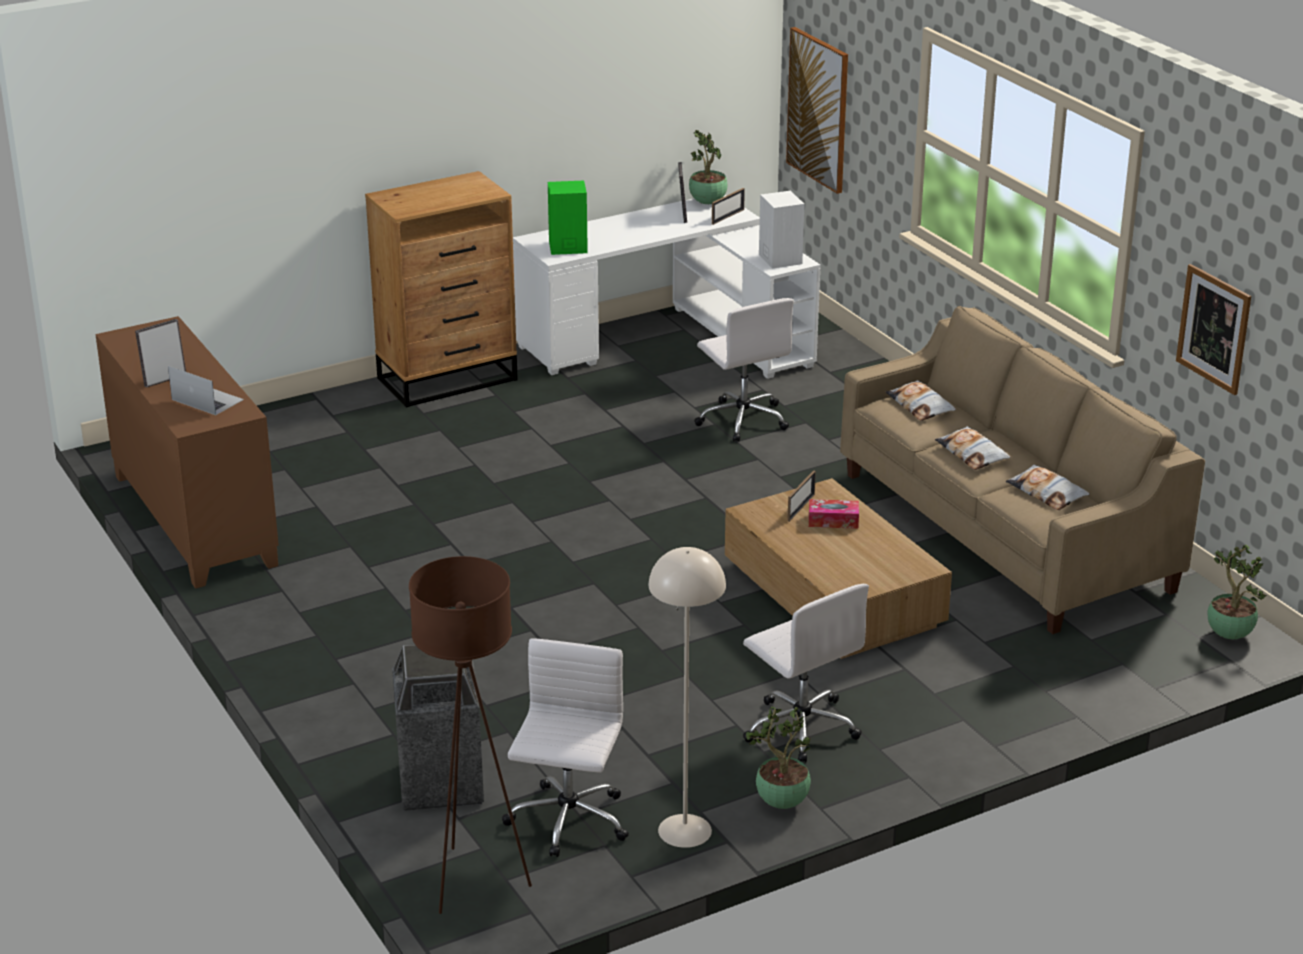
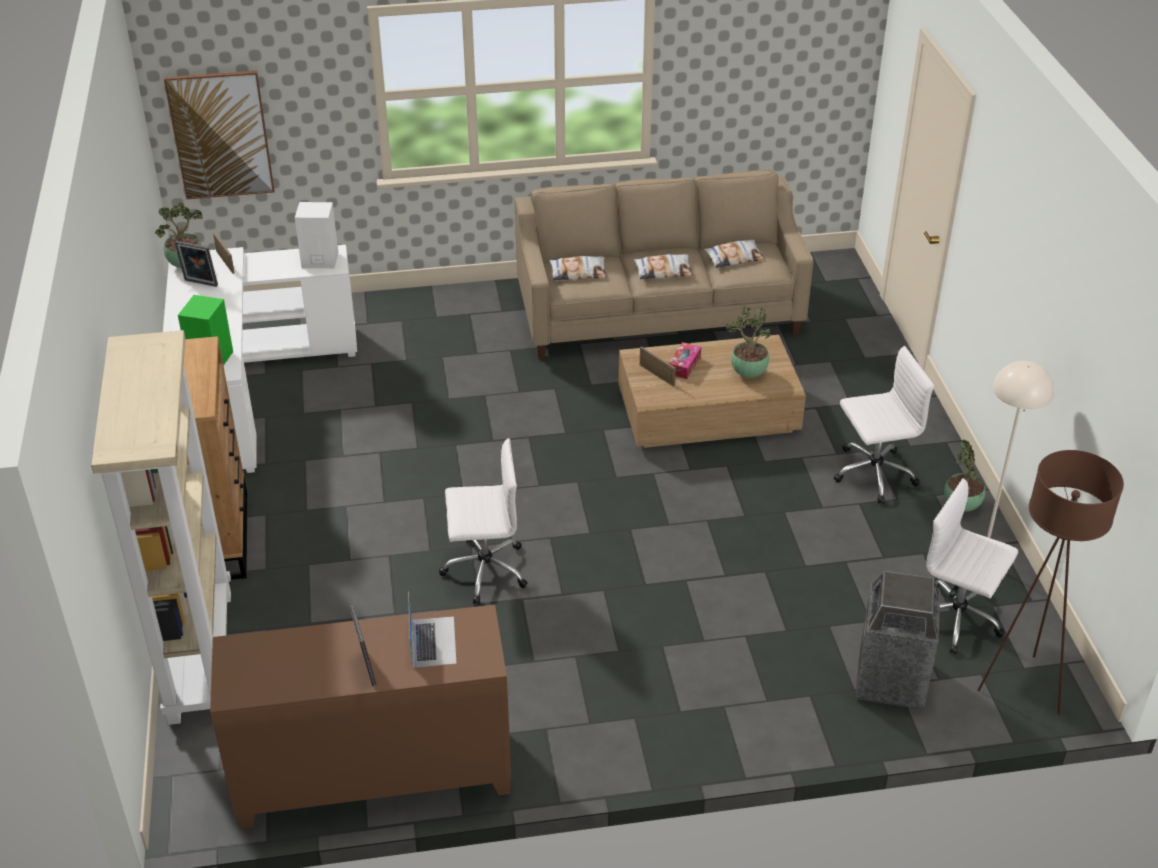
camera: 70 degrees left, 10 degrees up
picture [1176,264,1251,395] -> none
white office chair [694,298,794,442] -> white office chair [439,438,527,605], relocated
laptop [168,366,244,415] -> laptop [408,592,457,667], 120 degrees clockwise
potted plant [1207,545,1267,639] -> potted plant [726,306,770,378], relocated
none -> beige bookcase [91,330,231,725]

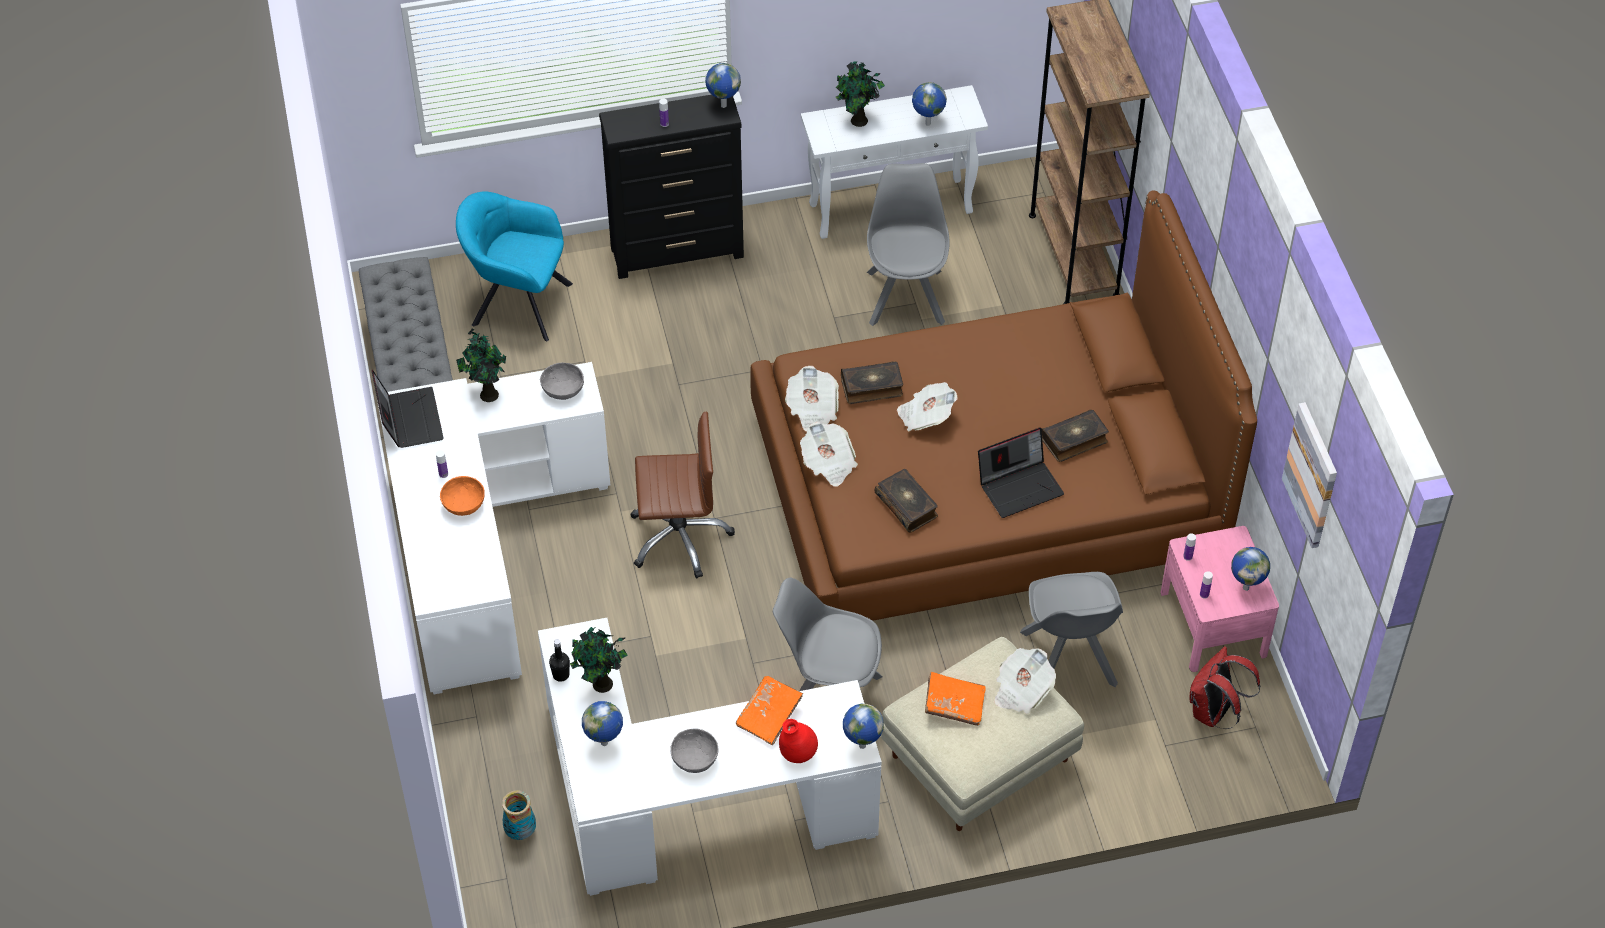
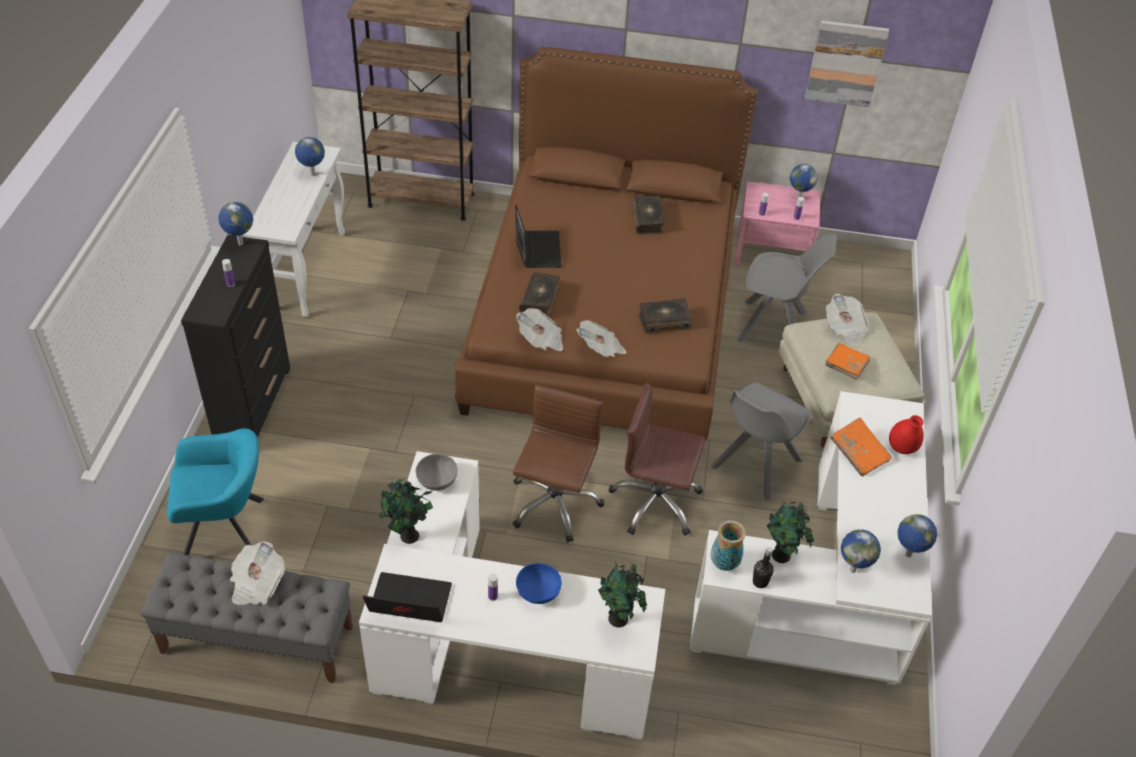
camera: 70 degrees left, 5 degrees down
potted plant [836,61,885,127] -> potted plant [598,562,647,628], relocated
grey chair [867,163,949,326] -> none
turquoise armchair [456,191,573,341] -> turquoise armchair [167,428,264,556], 135 degrees counterclockwise
newspaper [897,382,957,432] -> newspaper [230,541,285,605], relocated
laptop [978,427,1064,518] -> laptop [515,205,561,268], relocated
orange bowl [440,476,485,516] -> blue bowl [516,563,562,604]
red backpack [1190,646,1260,729] -> none
globe [843,704,884,749] -> globe [898,514,937,557], relocated
grey bowl [670,729,719,773] -> none
vase [502,790,536,840] -> vase [711,520,746,571], relocated
none -> brown office chair [609,383,705,536]

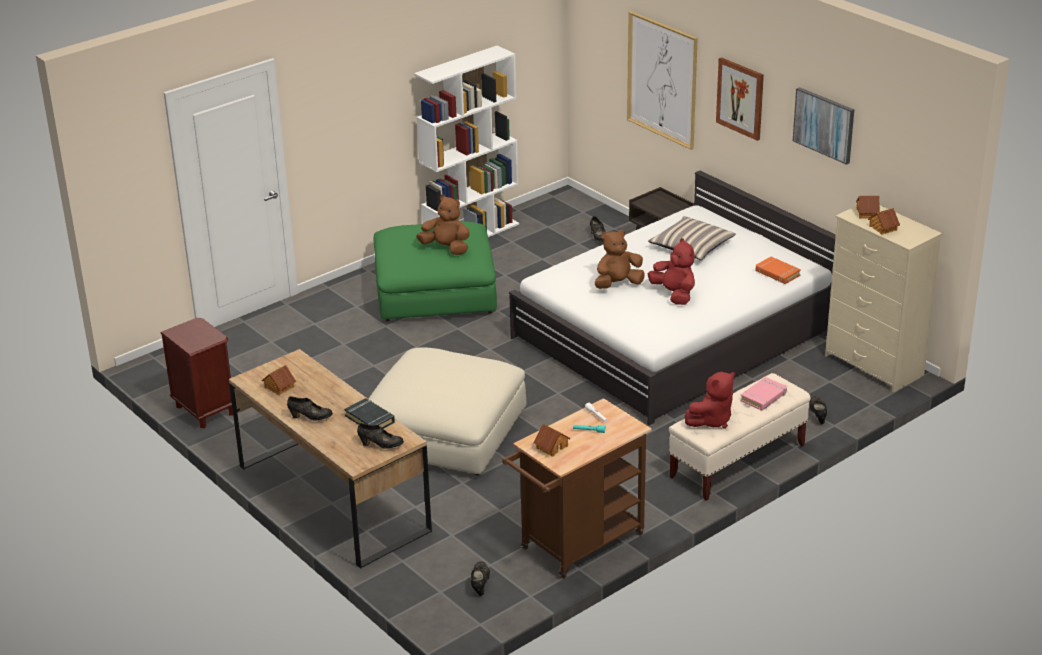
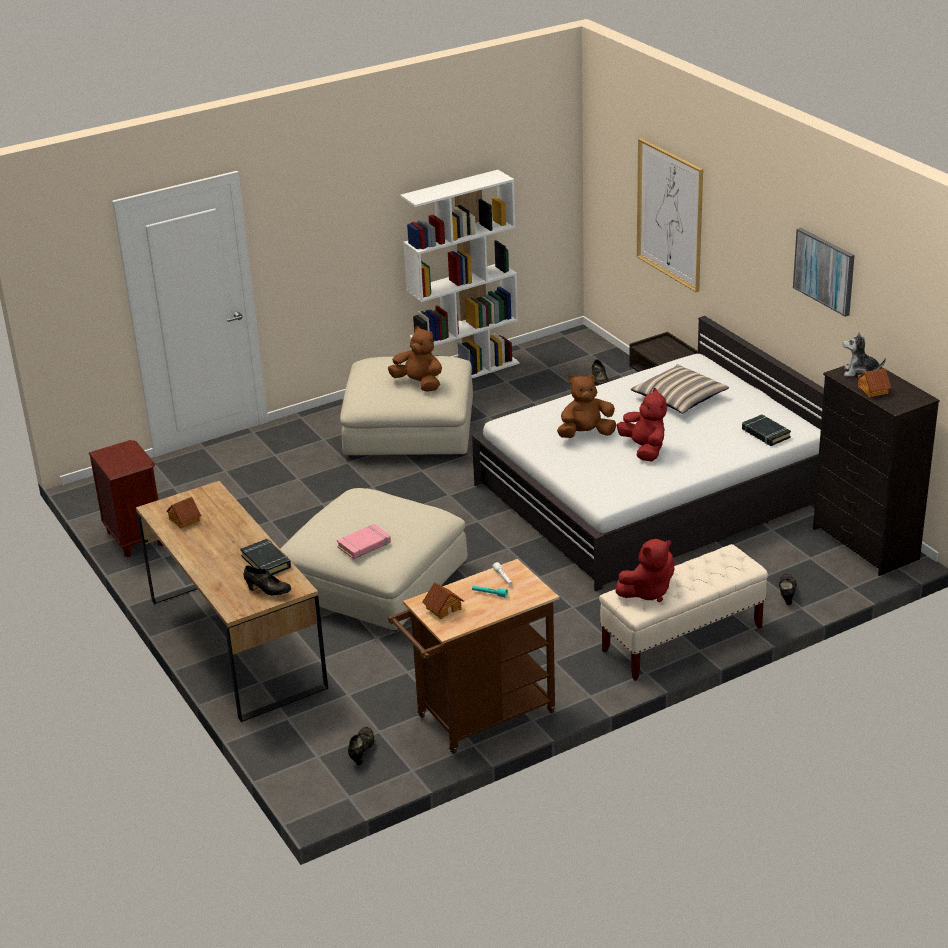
camera: 10 degrees right, 0 degrees up
picture [716,57,764,141] -> none
toy house [856,196,880,219] -> plush toy [843,332,886,377]
beige dresser [825,205,942,393] -> black dresser [813,364,940,576]
green ottoman [374,221,497,321] -> beige ottoman [340,356,473,458]
orange book [756,257,801,284] -> black book [742,414,791,446]
pink book [740,377,787,411] -> pink book [337,524,391,559], relocated
black shoe [287,396,333,420] -> none

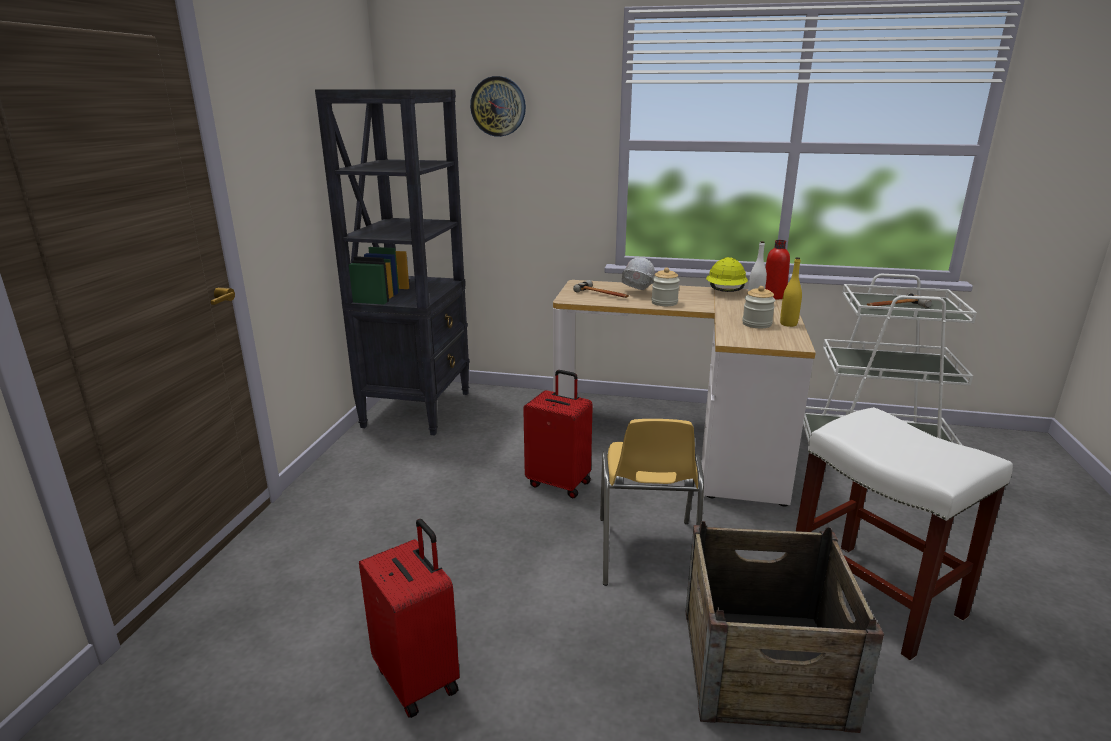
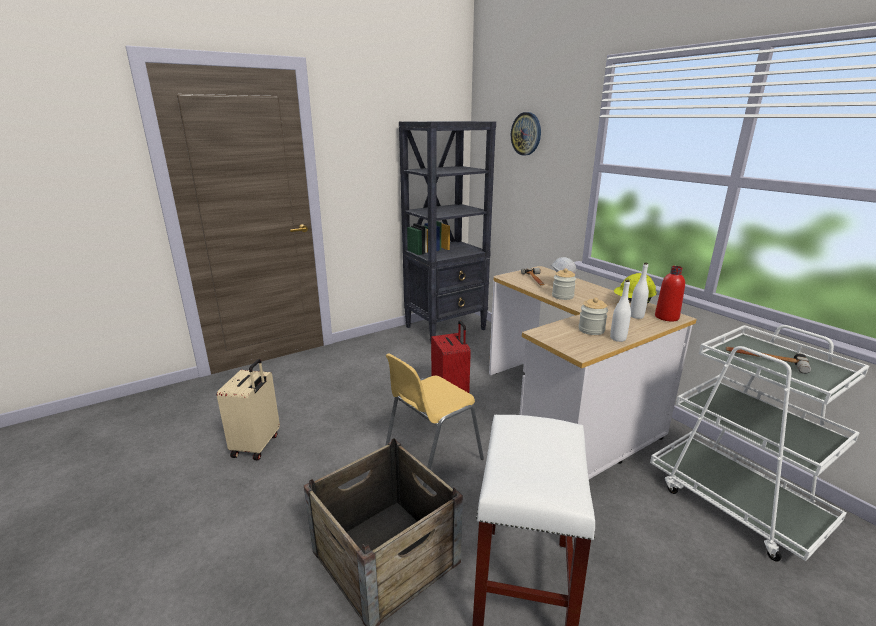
camera: 45 degrees right, 0 degrees up
yellow bottle [780,257,802,327] -> white bottle [610,280,631,342]
red suitcase [359,519,460,718] -> beige suitcase [217,359,280,460]

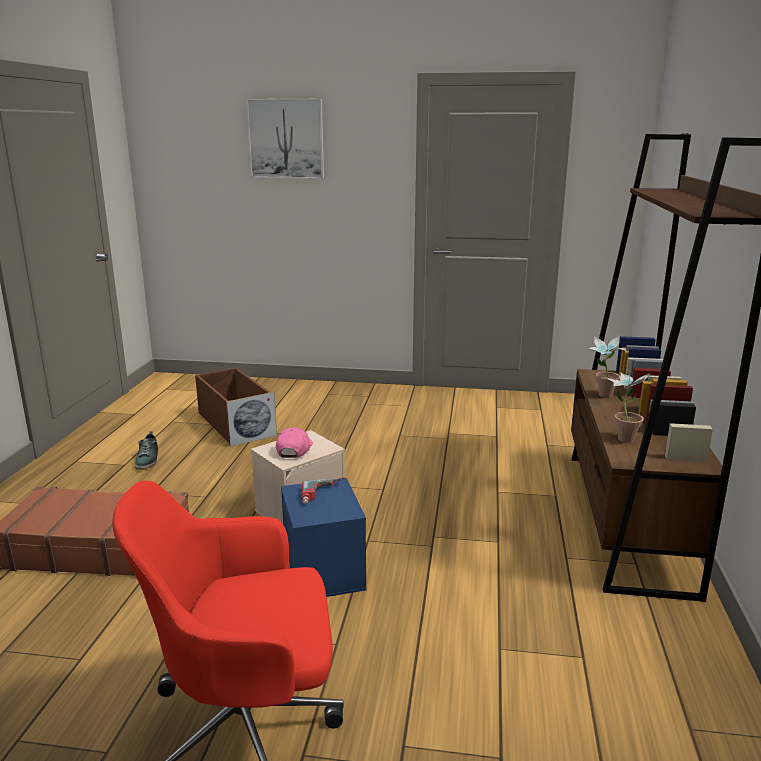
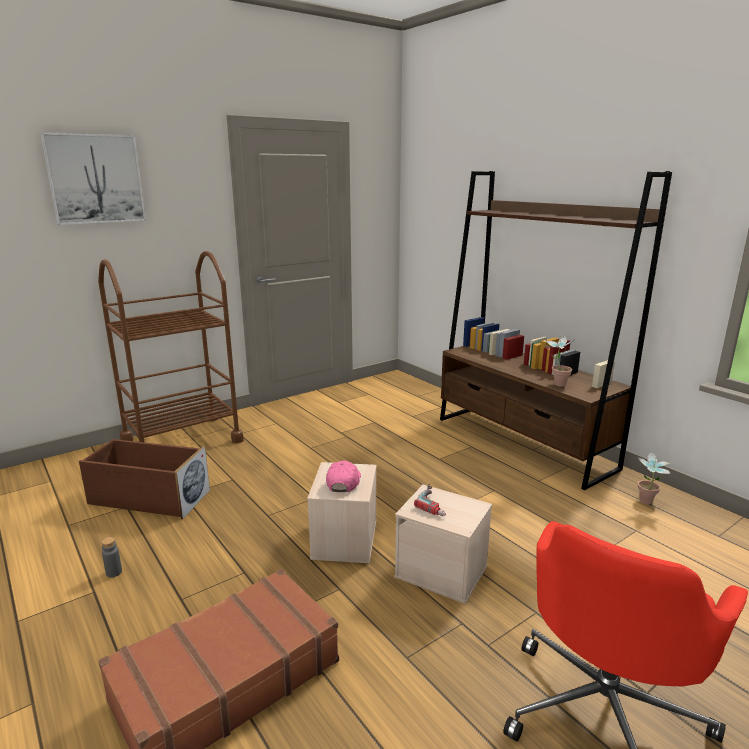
camera: 45 degrees left, 0 degrees up
potted plant [589,336,627,398] -> potted plant [638,451,670,504], relocated
pink cap [276,427,313,458] -> pink cap [326,460,361,492], 45 degrees clockwise
shoe [135,431,158,470] -> grey bottle [101,537,122,578]
blue storage box [281,478,367,597] -> beige storage box [394,485,492,604]
none -> brown cart [98,251,244,443]

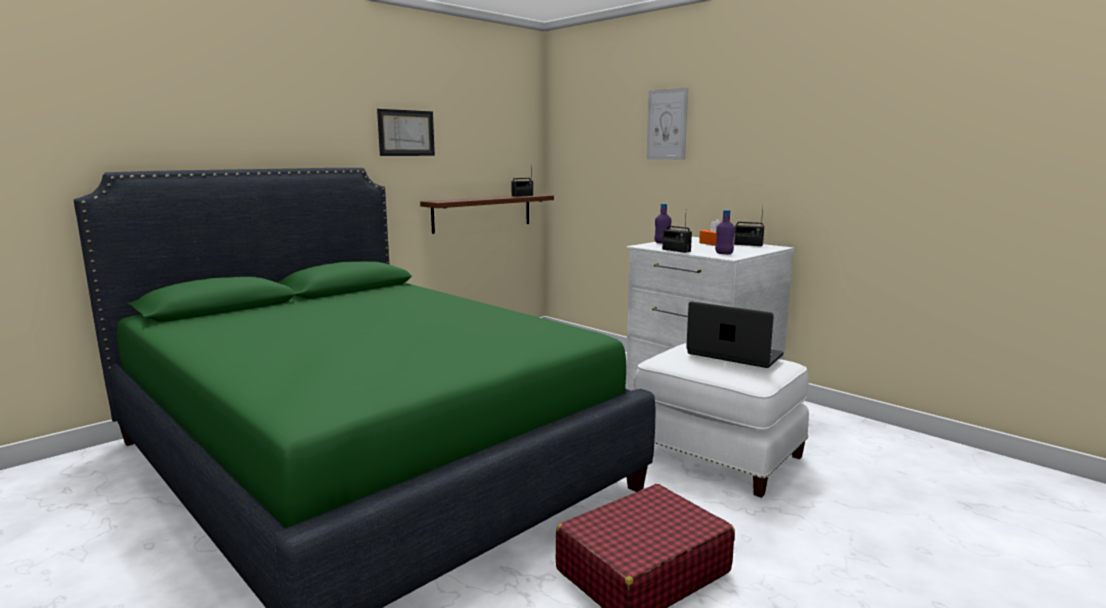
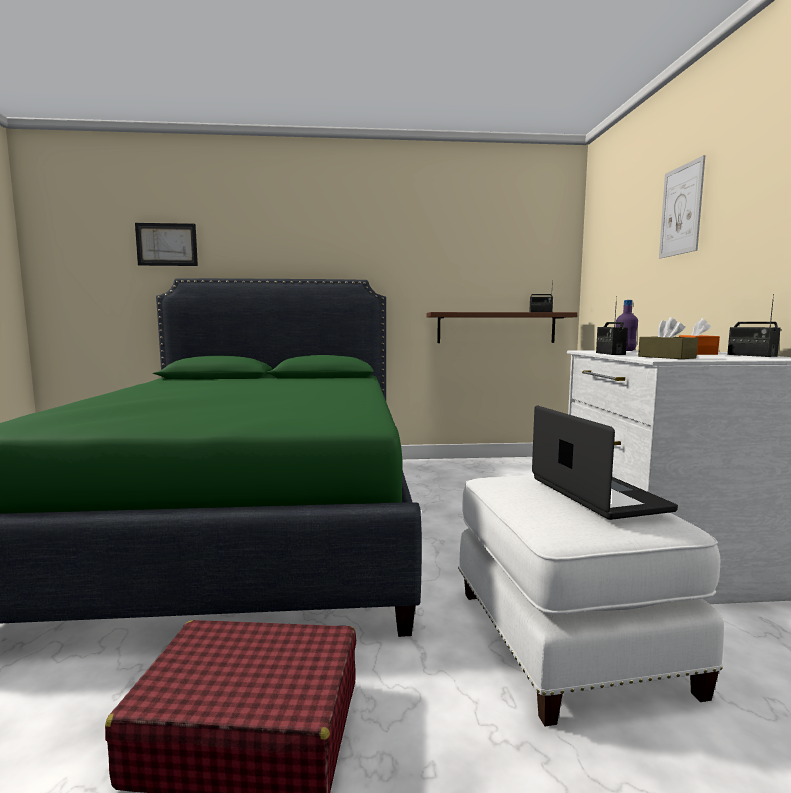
camera: 40 degrees right, 5 degrees down
picture [377,109,435,156] -> picture [135,223,198,266], relocated
purple bottle [715,210,735,254] -> brown tissue box [638,317,698,359]

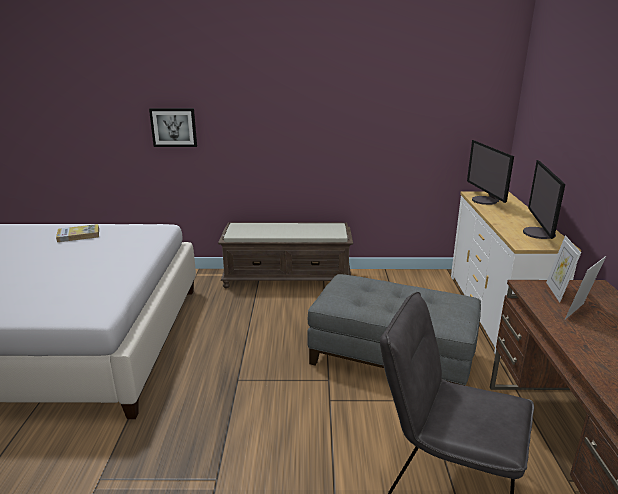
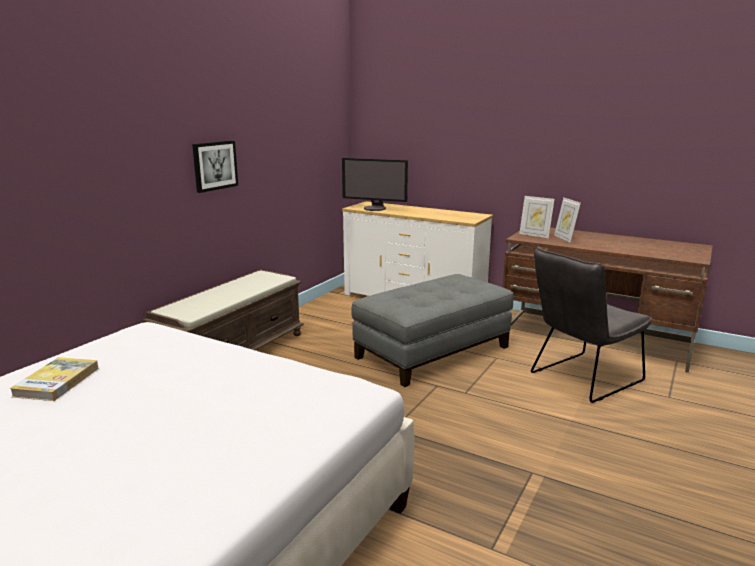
camera: 60 degrees left, 5 degrees down
picture [149,108,197,147] -> picture [192,140,238,193], relocated
monitor [523,160,565,239] -> none

